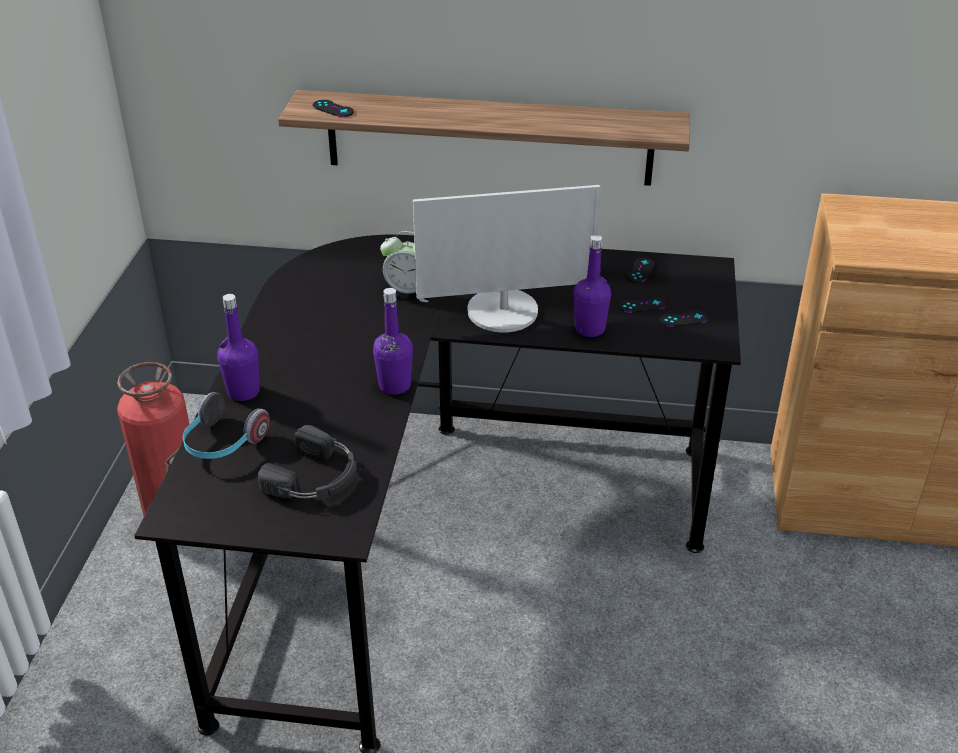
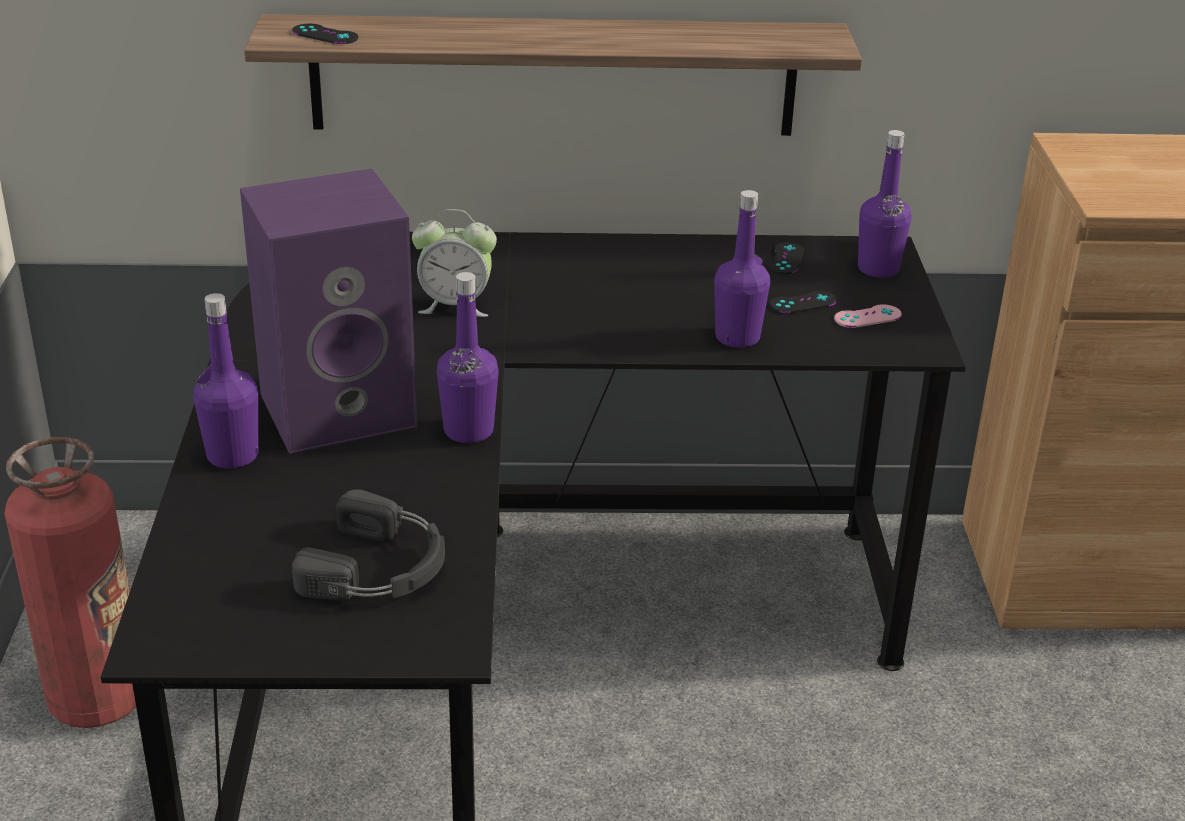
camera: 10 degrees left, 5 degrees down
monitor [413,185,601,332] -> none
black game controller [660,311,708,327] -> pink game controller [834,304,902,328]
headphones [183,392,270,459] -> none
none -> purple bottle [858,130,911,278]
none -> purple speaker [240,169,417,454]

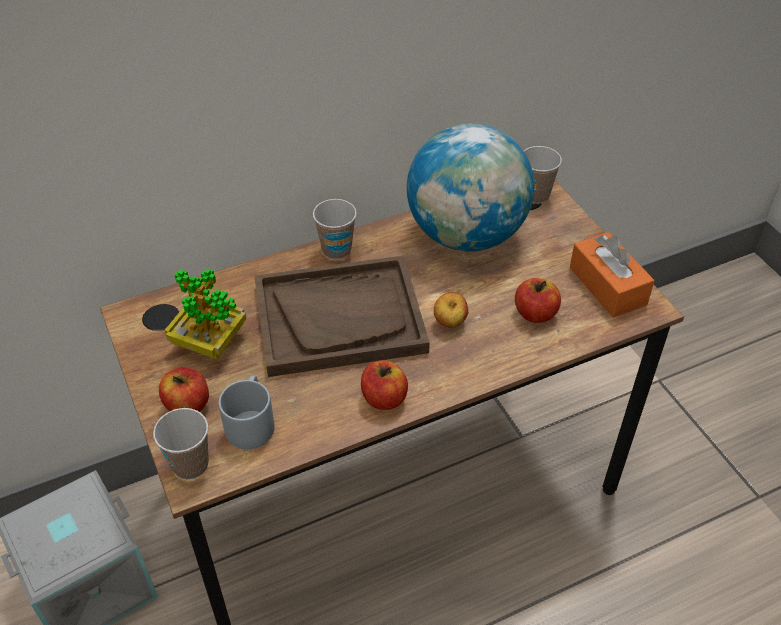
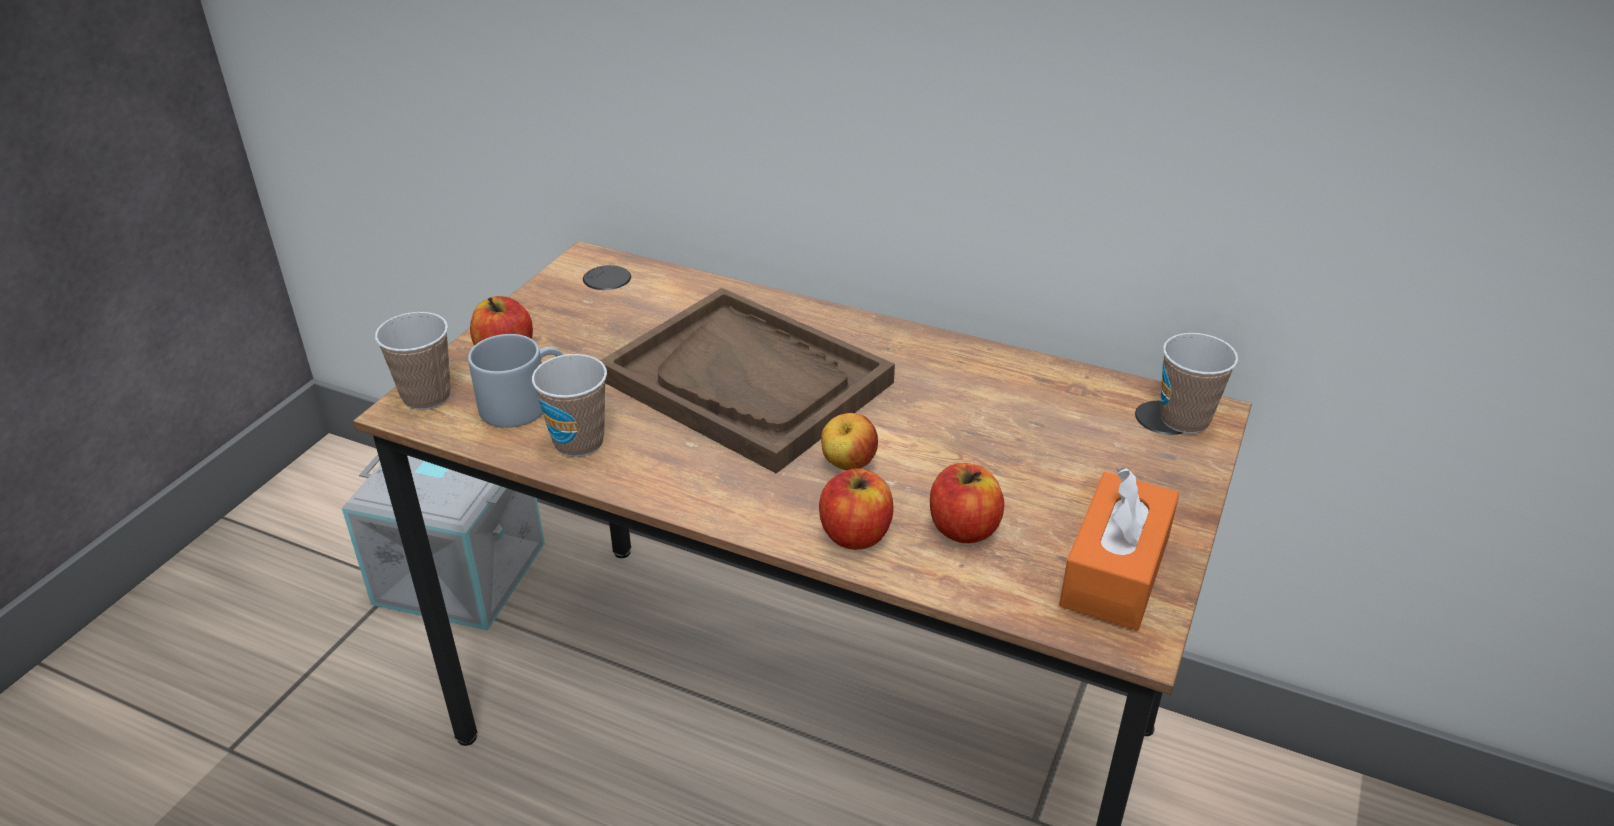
camera: 50 degrees right, 10 degrees down
globe [407,123,534,252] -> none
cup [313,199,357,259] -> cup [532,354,607,457], relocated
potted plant [165,269,246,359] -> none
apple [361,360,408,410] -> apple [819,468,893,550], relocated

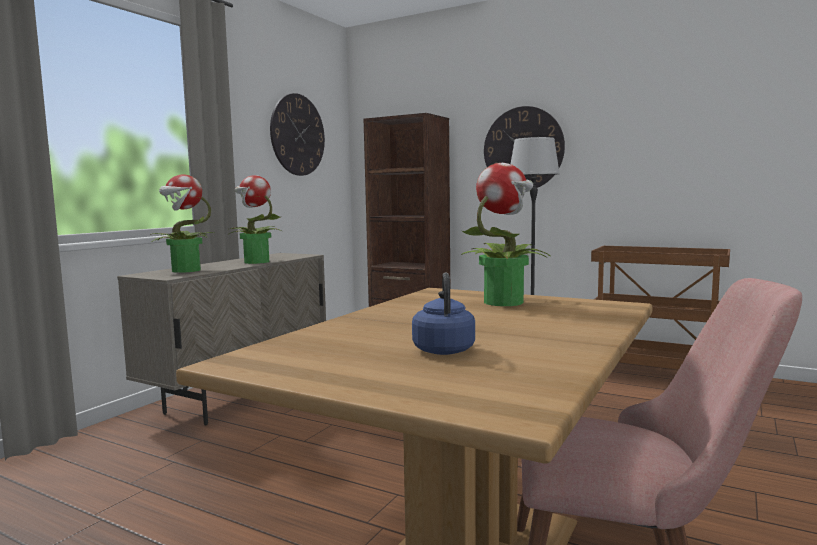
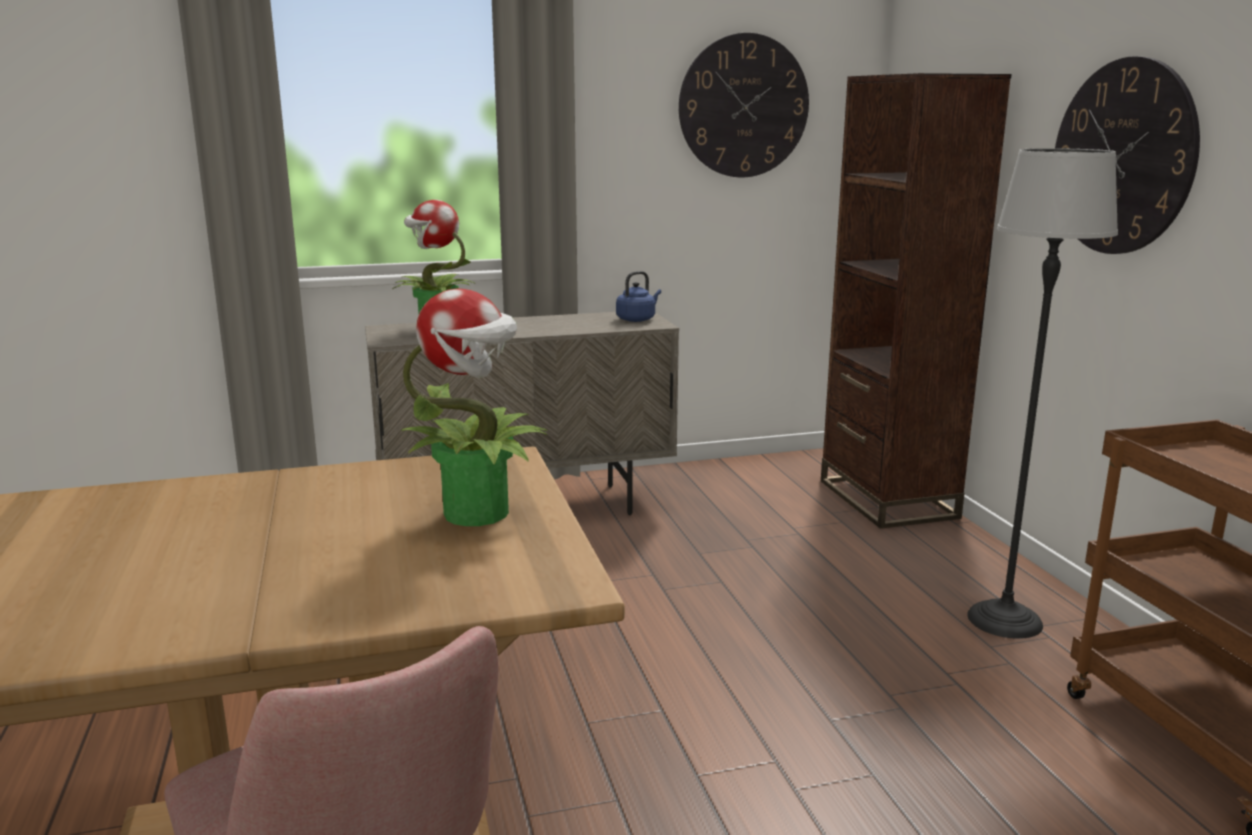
camera: 45 degrees right, 10 degrees up
potted plant [229,175,282,264] -> none
blue kettle [412,273,475,355] -> blue kettle [616,271,661,322], relocated

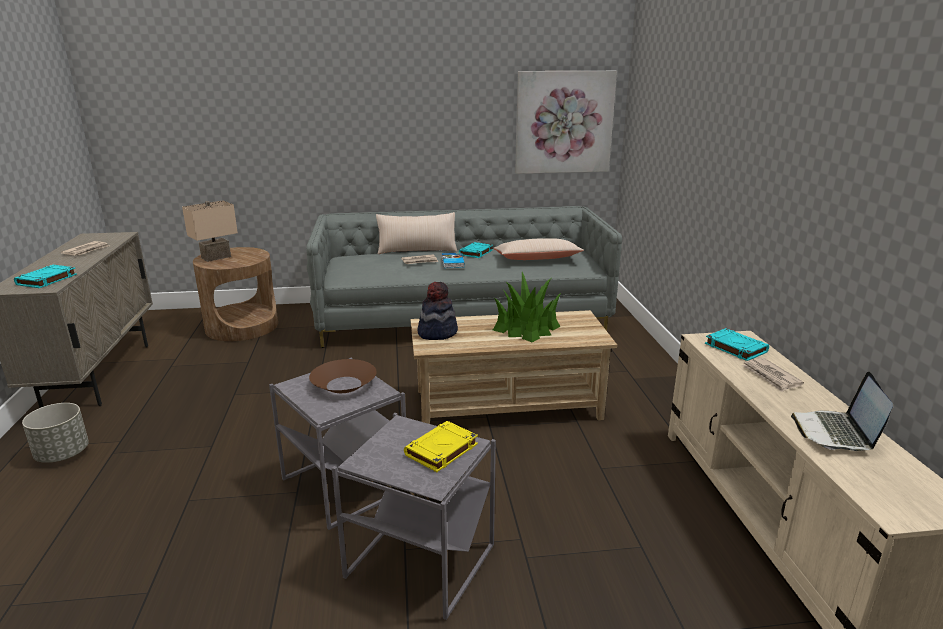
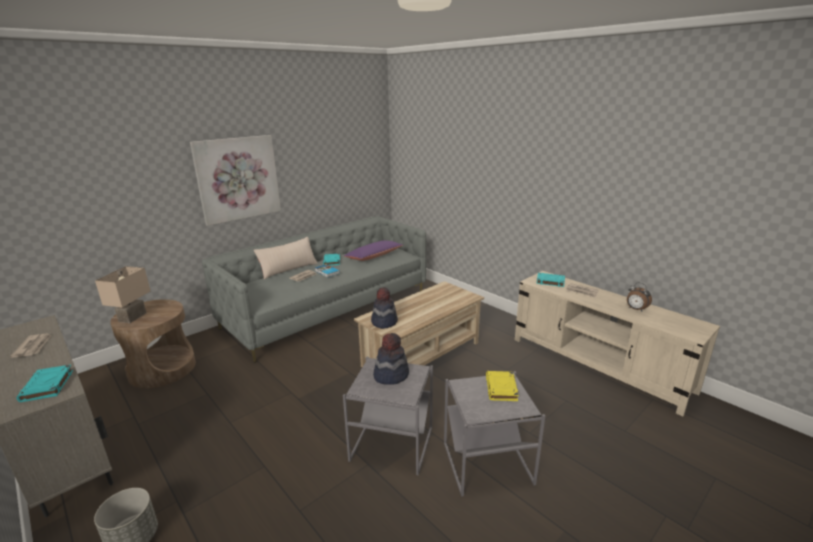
camera: 35 degrees left, 0 degrees up
picture [515,71,617,174] -> picture [190,135,281,226], relocated
beige pillow [493,238,584,260] -> purple pillow [344,241,403,261]
potted plant [493,272,562,343] -> none
brown bowl [309,359,376,393] -> hat [373,333,409,385]
laptop [791,371,893,451] -> alarm clock [627,282,652,311]

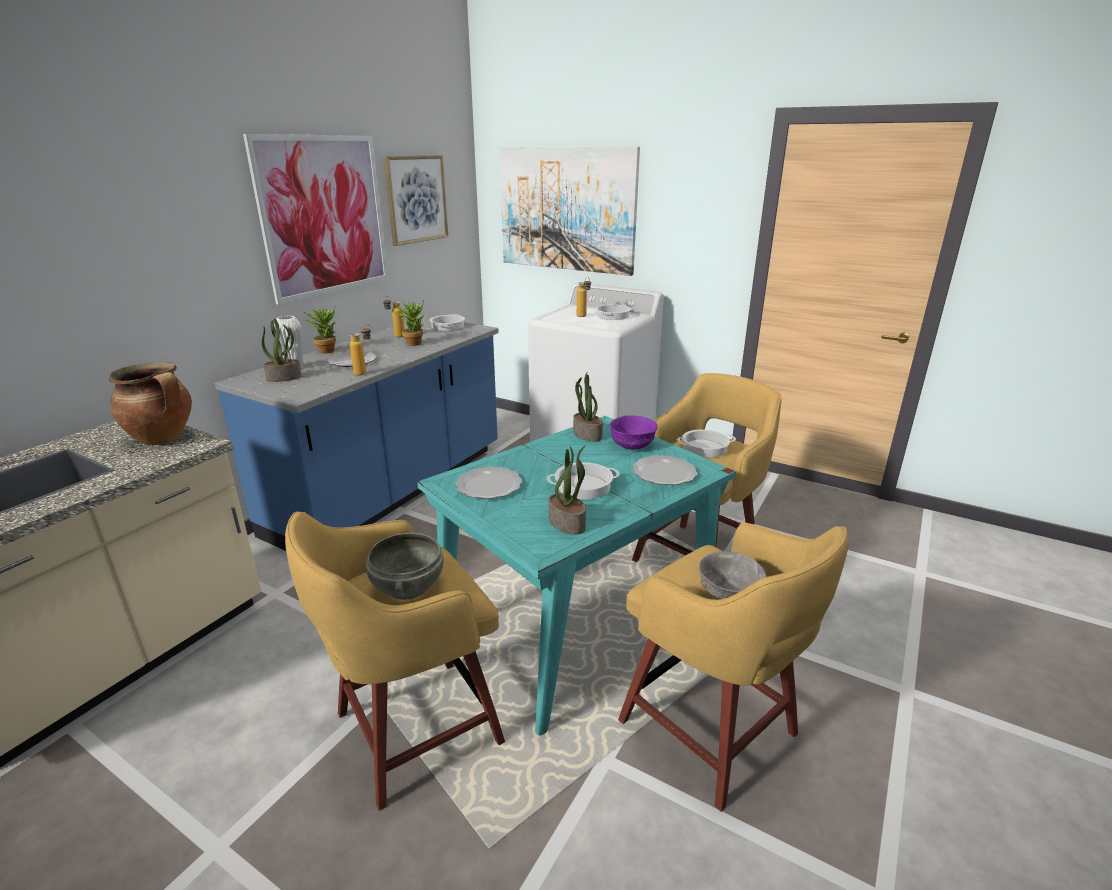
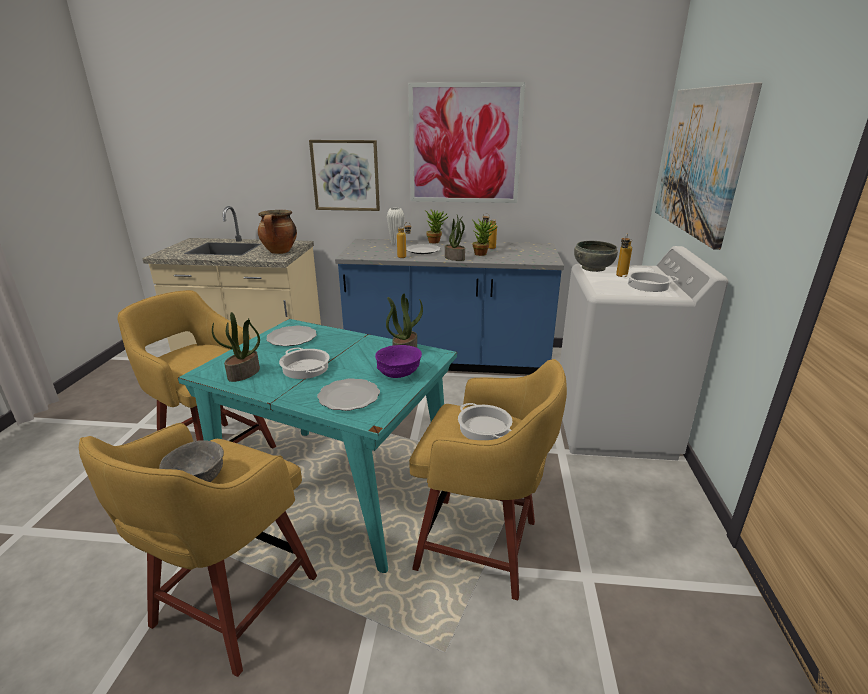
camera: 65 degrees right, 0 degrees up
picture [384,155,448,246] -> picture [309,140,380,211], relocated
cooking pot [430,314,465,331] -> none
potted plant [262,318,302,382] -> potted plant [445,215,465,261], relocated
grey bowl [366,533,444,600] -> grey bowl [574,241,618,272], relocated

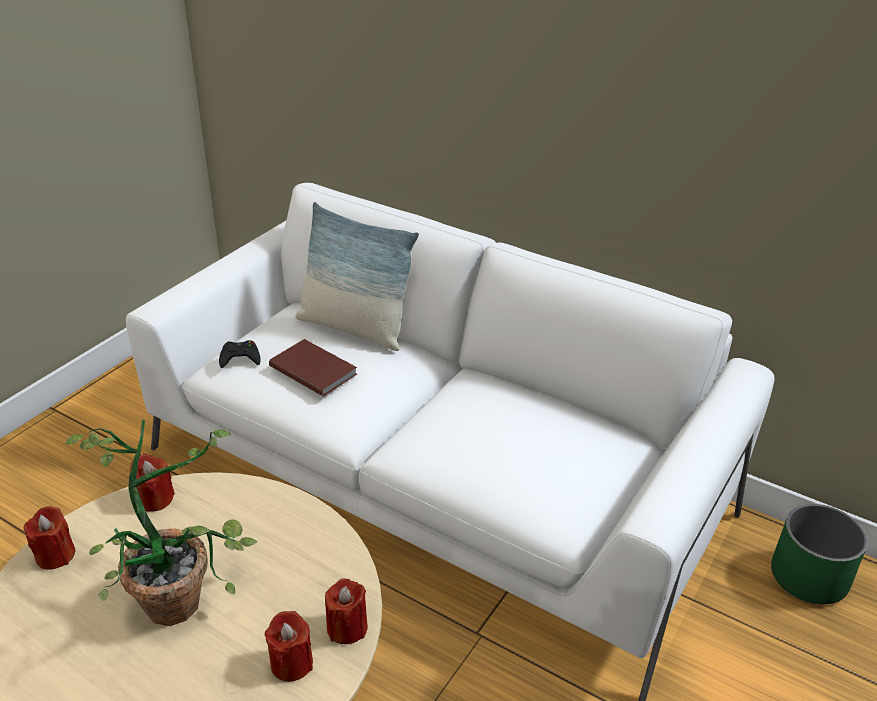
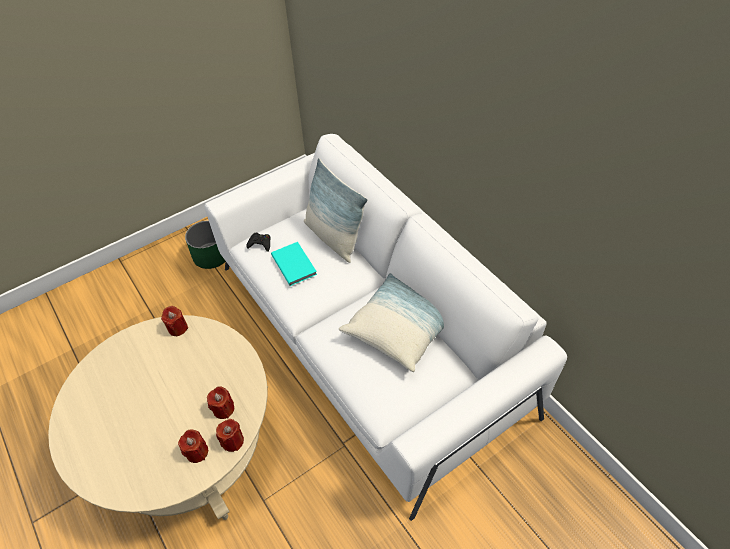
camera: 25 degrees right, 15 degrees up
brown book [269,339,357,397] -> turquoise book [271,242,317,286]
potted plant [65,420,257,626] -> none
green planter [771,504,868,605] -> green planter [185,221,225,269], relocated
red candle [24,506,75,570] -> red candle [207,386,234,419], relocated
none -> pillow [339,273,444,372]

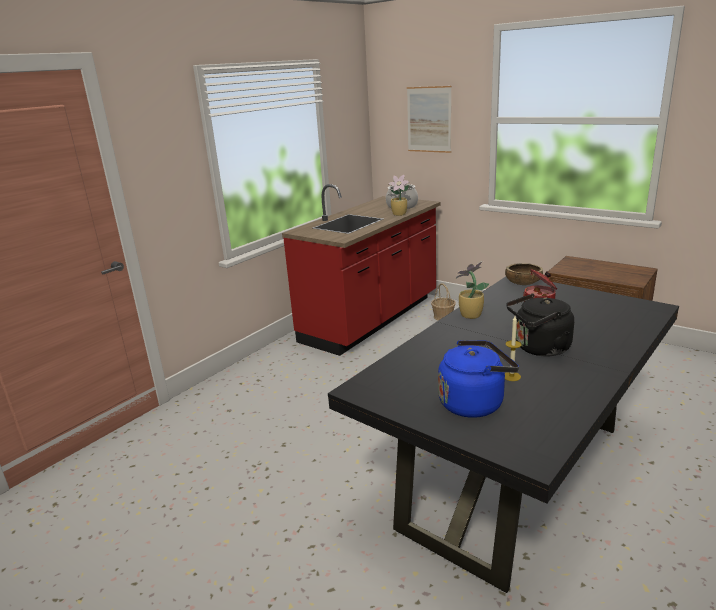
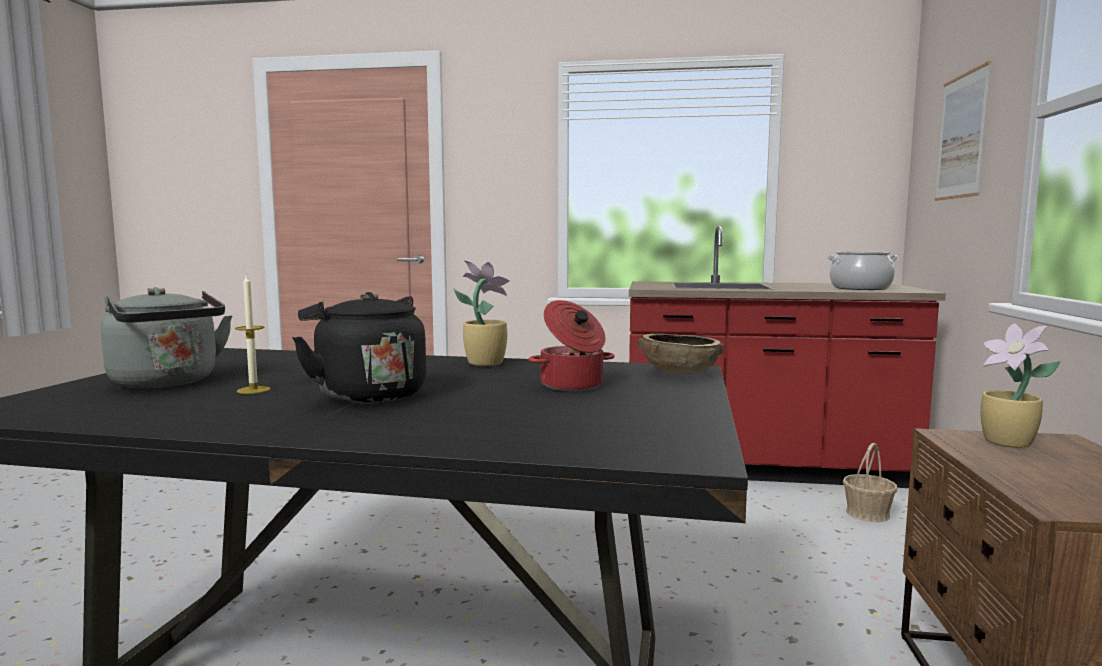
camera: 60 degrees right, 15 degrees down
potted plant [389,175,410,216] -> potted plant [980,323,1060,448], relocated
blue kettle [438,340,519,418] -> grey kettle [101,287,232,389]

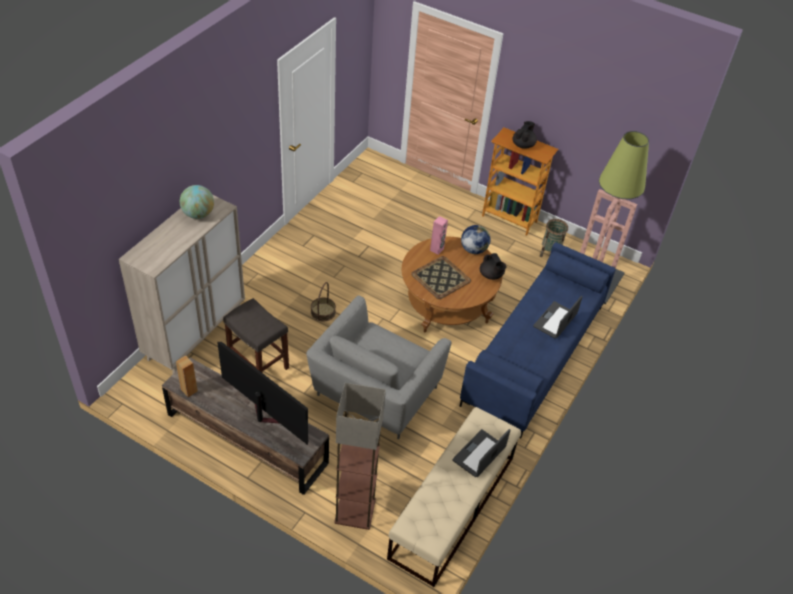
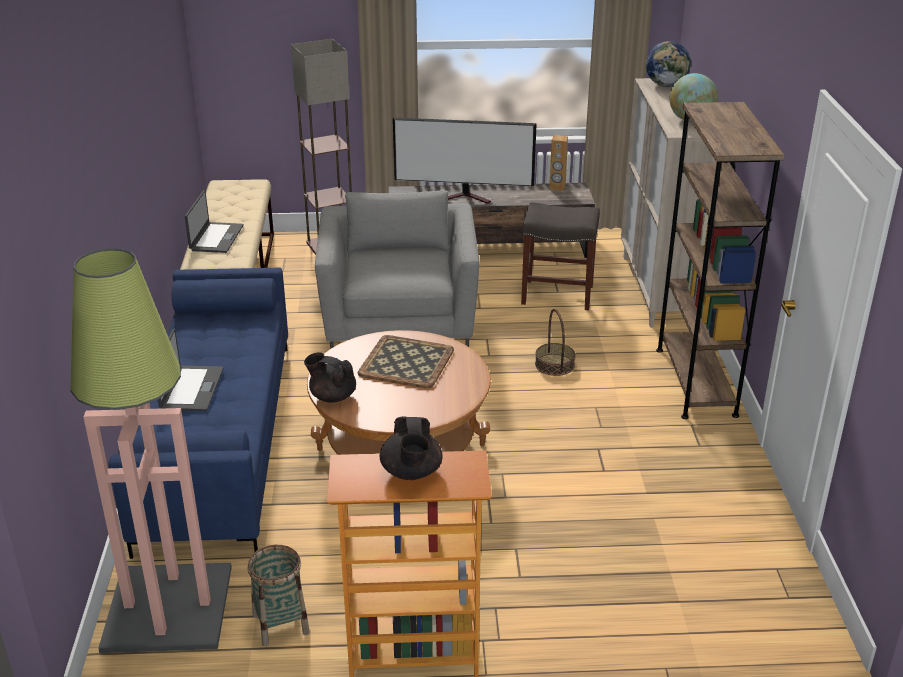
camera: 150 degrees right, 15 degrees down
pink speaker [430,216,448,255] -> none
globe [461,225,490,254] -> globe [646,41,691,87], relocated
none -> brown bookcase [656,102,785,419]

